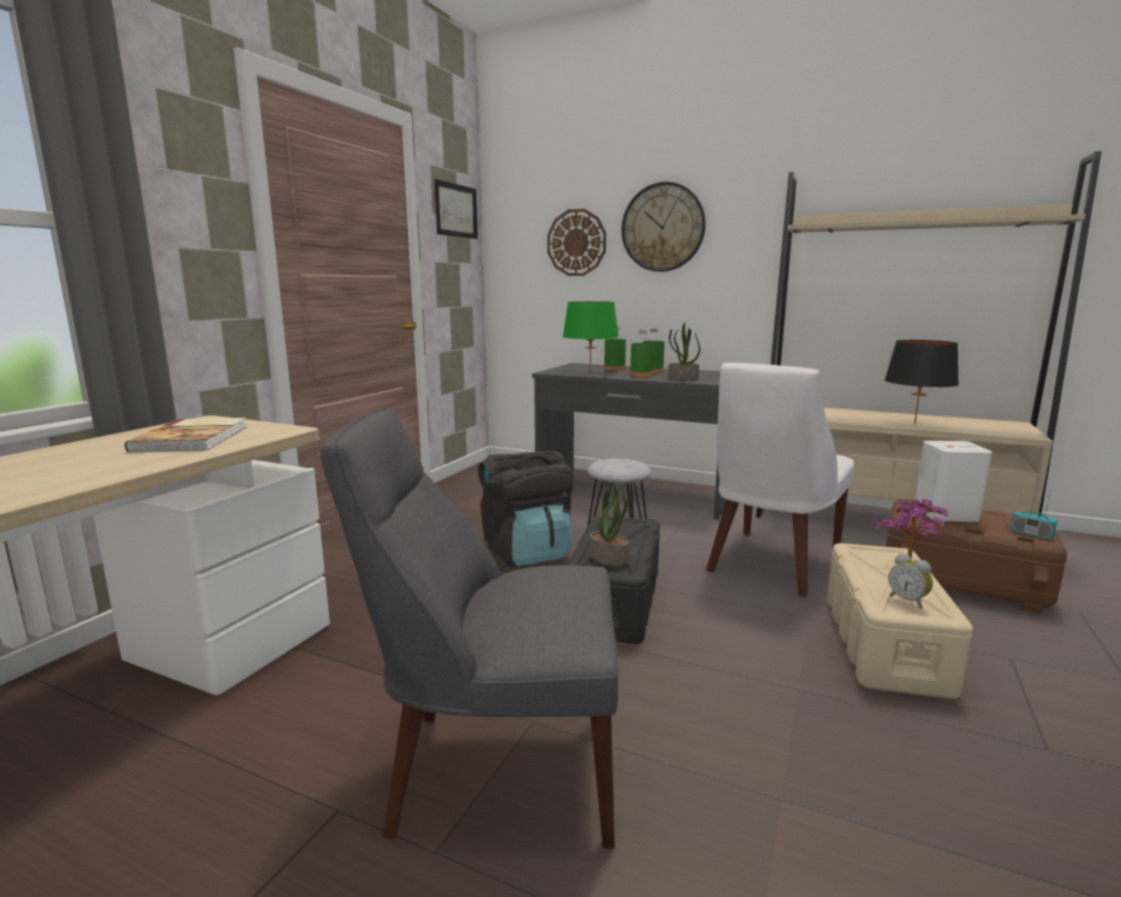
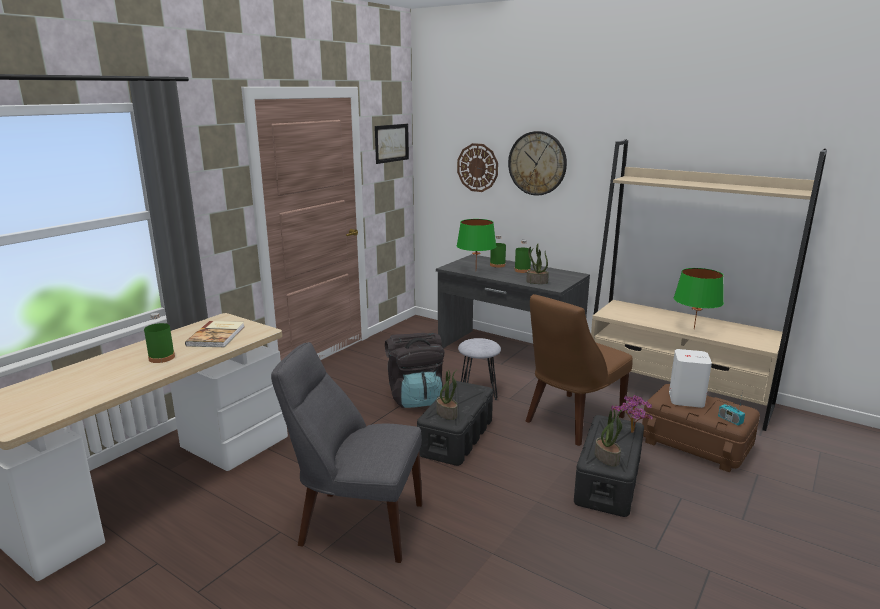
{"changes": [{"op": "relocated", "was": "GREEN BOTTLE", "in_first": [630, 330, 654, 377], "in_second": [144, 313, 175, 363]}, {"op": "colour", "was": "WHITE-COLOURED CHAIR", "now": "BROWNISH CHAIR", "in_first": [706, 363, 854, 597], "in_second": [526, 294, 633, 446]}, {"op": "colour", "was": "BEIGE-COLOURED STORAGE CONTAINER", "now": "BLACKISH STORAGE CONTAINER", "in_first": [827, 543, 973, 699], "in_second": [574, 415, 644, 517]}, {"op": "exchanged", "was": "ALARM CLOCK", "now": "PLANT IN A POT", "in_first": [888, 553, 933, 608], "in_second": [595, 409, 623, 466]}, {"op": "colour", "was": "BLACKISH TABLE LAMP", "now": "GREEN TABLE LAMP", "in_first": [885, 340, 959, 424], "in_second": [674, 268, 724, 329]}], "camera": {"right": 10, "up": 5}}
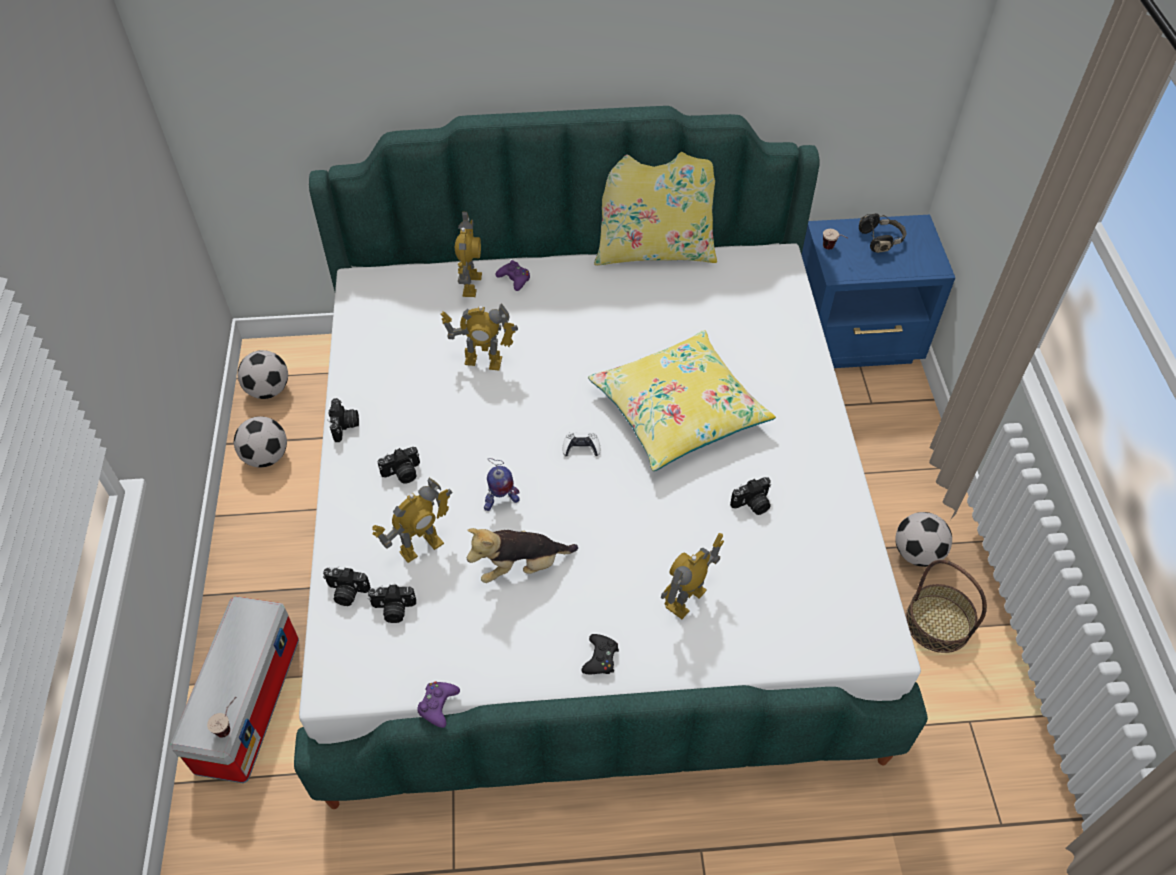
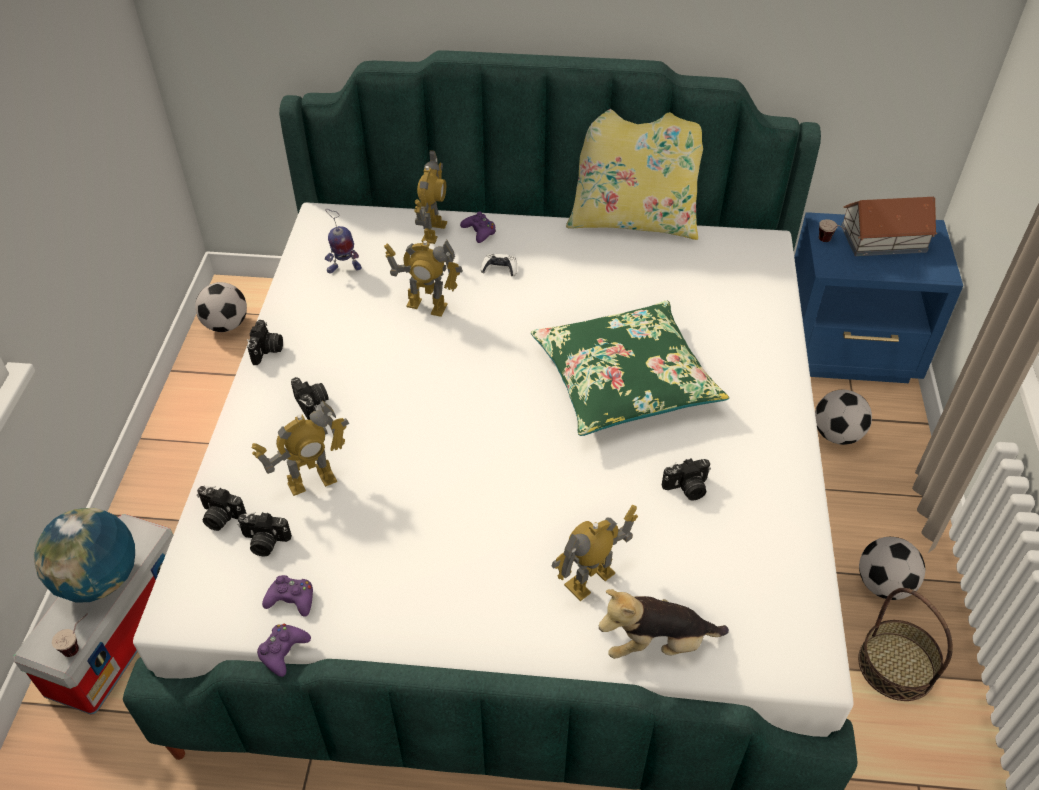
{"changes": [{"op": "appeared", "now": "WORLD GLOBE", "in_second": [34, 508, 135, 603]}, {"op": "appeared", "now": "PURPLE GAME CONTROLLER", "in_second": [262, 575, 313, 617]}, {"op": "spun", "was": "STILL CAMERA", "in_first": [377, 447, 420, 484], "in_second": [291, 377, 329, 420], "clockwise": -105}, {"op": "relocated", "was": "MODEL ROBOT", "in_first": [484, 458, 520, 511], "in_second": [325, 209, 362, 273]}, {"op": "relocated", "was": "WHITE-COLOURED GAME CONTROLLER", "in_first": [563, 432, 600, 456], "in_second": [480, 253, 517, 277]}, {"op": "colour", "was": "YELLOW PILLOW", "now": "GREEN PILLOW", "in_first": [588, 330, 776, 471], "in_second": [531, 301, 729, 436]}, {"op": "relocated", "was": "PLUSH TOY", "in_first": [467, 528, 578, 583], "in_second": [599, 589, 729, 659]}, {"op": "relocated", "was": "FOOTBALL BALL", "in_first": [234, 416, 287, 467], "in_second": [815, 389, 872, 445]}, {"op": "exchanged", "was": "BLACKISH HEADPHONES", "now": "MINIATURE HOUSE", "in_first": [859, 213, 906, 253], "in_second": [841, 197, 937, 256]}, {"op": "missing", "was": "BLACKISH GAME CONTROLLER", "in_first": [581, 634, 619, 674]}], "camera": {"right": 10, "up": -5}}
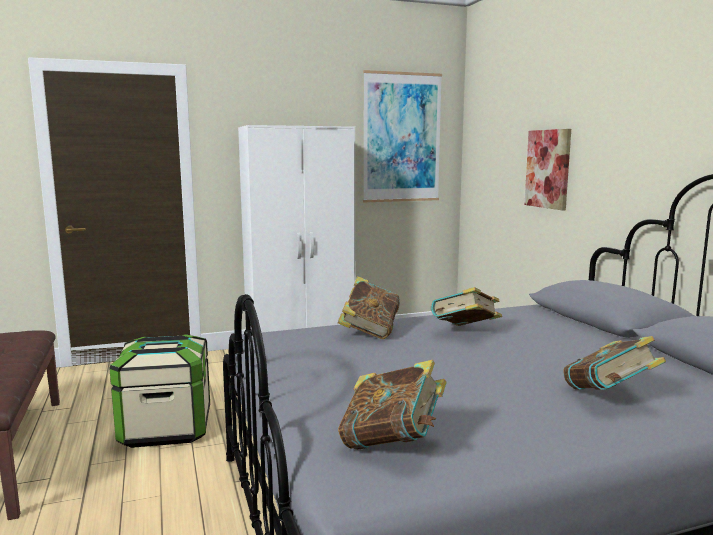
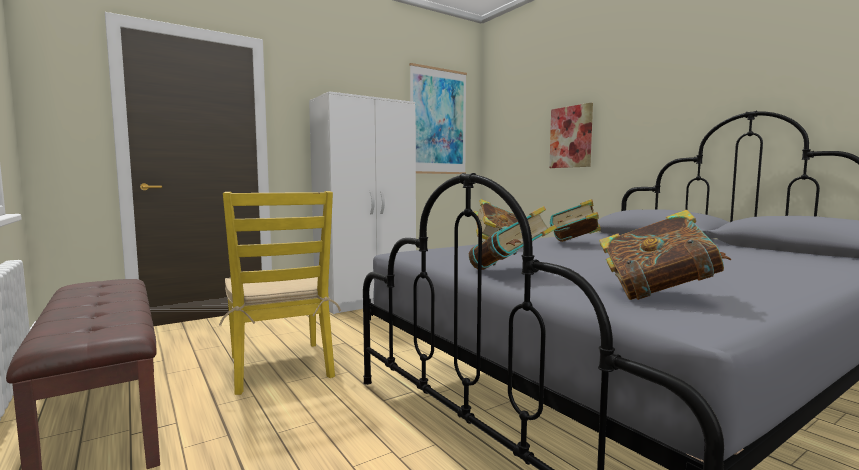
{"changes": [{"op": "exchanged", "was": "STORAGE CONTAINER", "now": "YELLOW CHAIR", "in_first": [109, 334, 210, 448], "in_second": [219, 191, 341, 395]}, {"op": "relocated", "was": "BOOK", "in_first": [564, 336, 666, 390], "in_second": [469, 206, 557, 270]}], "camera": {"right": -15, "up": -5}}
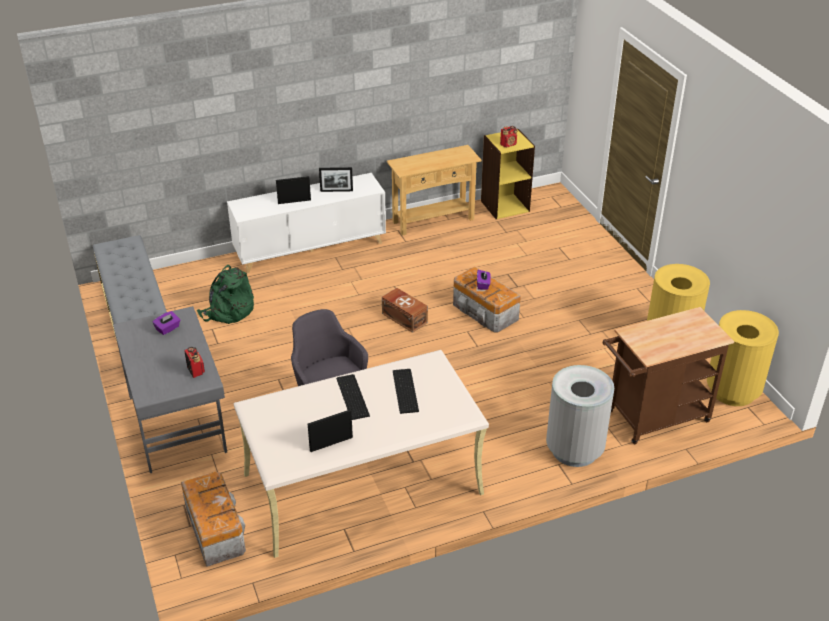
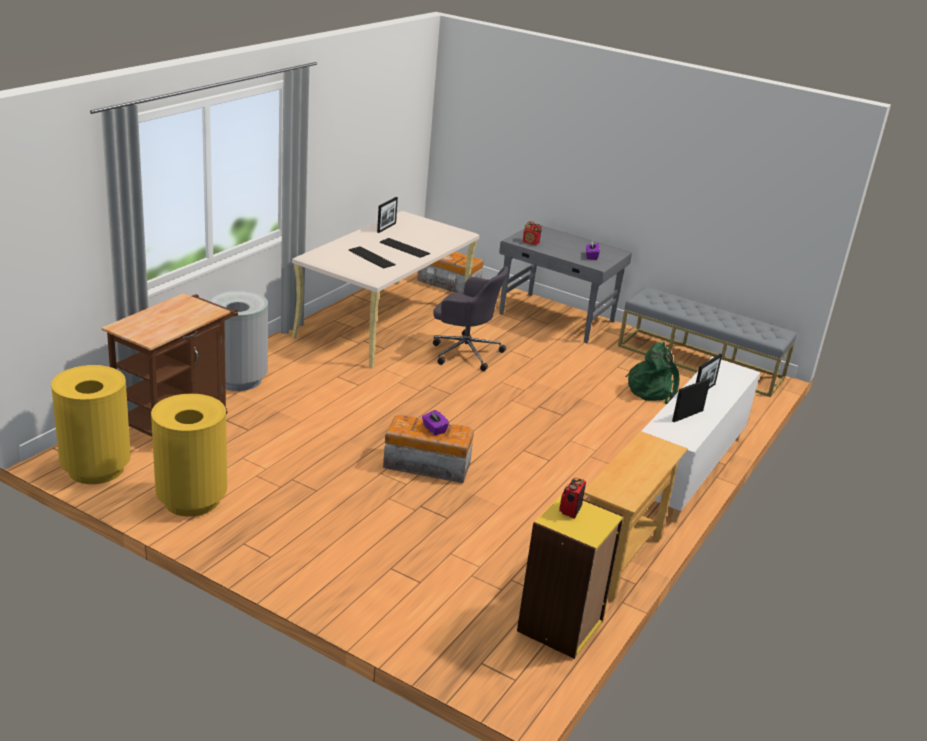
{"changes": [{"op": "missing", "was": "BROWNISH STORAGE CONTAINER", "in_first": [382, 288, 428, 333]}], "camera": {"right": 140, "up": -10}}
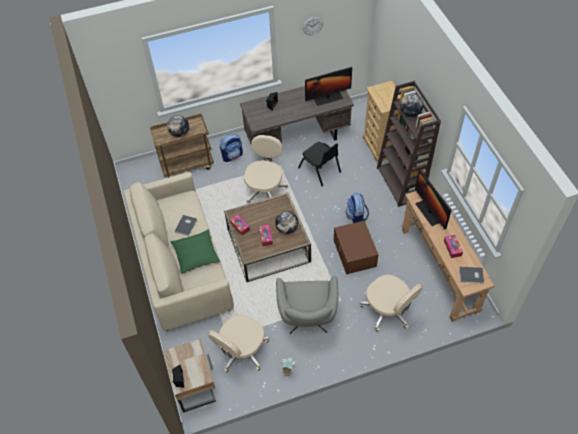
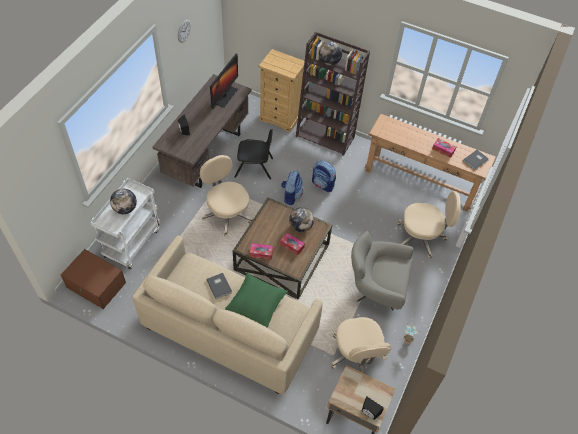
{"changes": [{"op": "relocated", "was": "BROWNISH STORAGE CONTAINER", "in_first": [334, 221, 378, 274], "in_second": [61, 249, 126, 309]}, {"op": "colour", "was": "BROWNISH WHEELED CART", "now": "WHITE-COLOURED WHEELED CART", "in_first": [150, 114, 214, 178], "in_second": [90, 178, 160, 269]}, {"op": "relocated", "was": "BACKPACK", "in_first": [220, 134, 243, 162], "in_second": [281, 171, 303, 205]}, {"op": "spun", "was": "GREYISH LOUNGE CHAIR", "in_first": [276, 276, 338, 334], "in_second": [351, 231, 413, 311], "clockwise": 150}, {"op": "missing", "was": "COMPUTER SCREEN", "in_first": [415, 169, 452, 229]}], "camera": {"right": -50, "up": 0}}
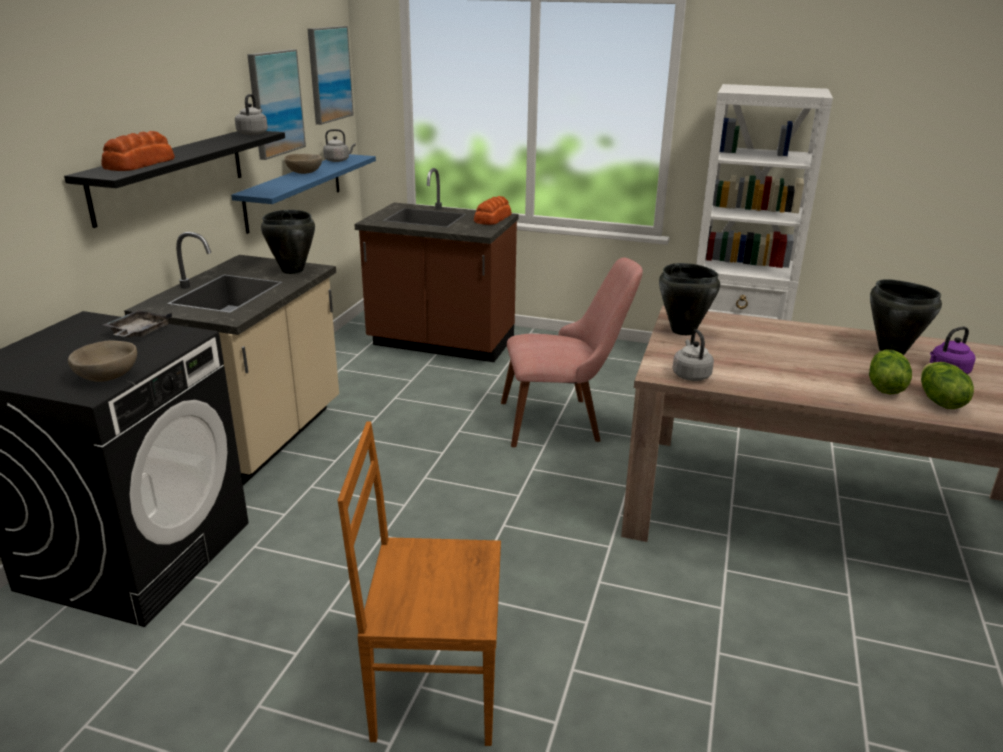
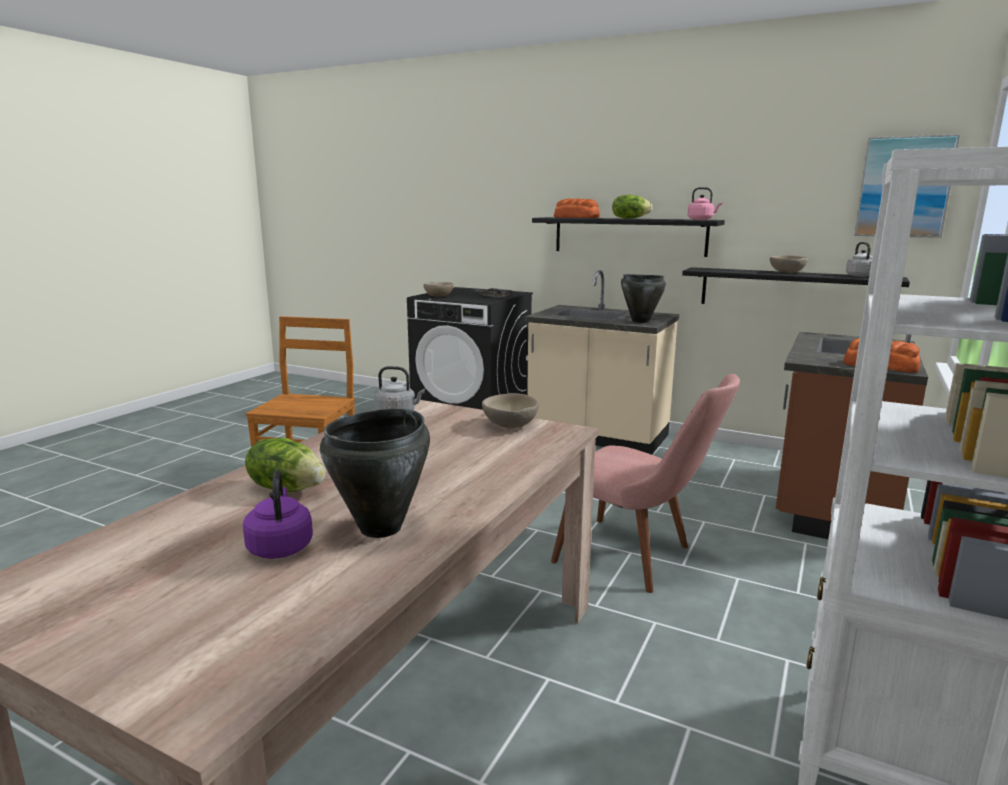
{"changes": [{"op": "exchanged", "was": "BLACKISH SAUCEPOT", "now": "BEIGE-COLOURED DEEP DISH", "in_first": [659, 263, 720, 335], "in_second": [482, 393, 539, 428]}, {"op": "spun", "was": "PINK CHAIR", "in_first": [501, 258, 643, 447], "in_second": [551, 374, 740, 593], "clockwise": -60}, {"op": "relocated", "was": "HEAD OF LETTUCE", "in_first": [921, 362, 974, 409], "in_second": [612, 195, 653, 219]}, {"op": "colour", "was": "BLUISH SHELF", "now": "BLACKISH SHELF", "in_first": [231, 154, 376, 234], "in_second": [682, 267, 910, 304]}, {"op": "colour", "was": "GREYISH TEA KETTLE", "now": "PINK TEA KETTLE", "in_first": [235, 94, 268, 135], "in_second": [688, 187, 722, 220]}, {"op": "missing", "was": "WALL PICTURE", "in_first": [247, 49, 306, 160]}], "camera": {"right": 100, "up": -10}}
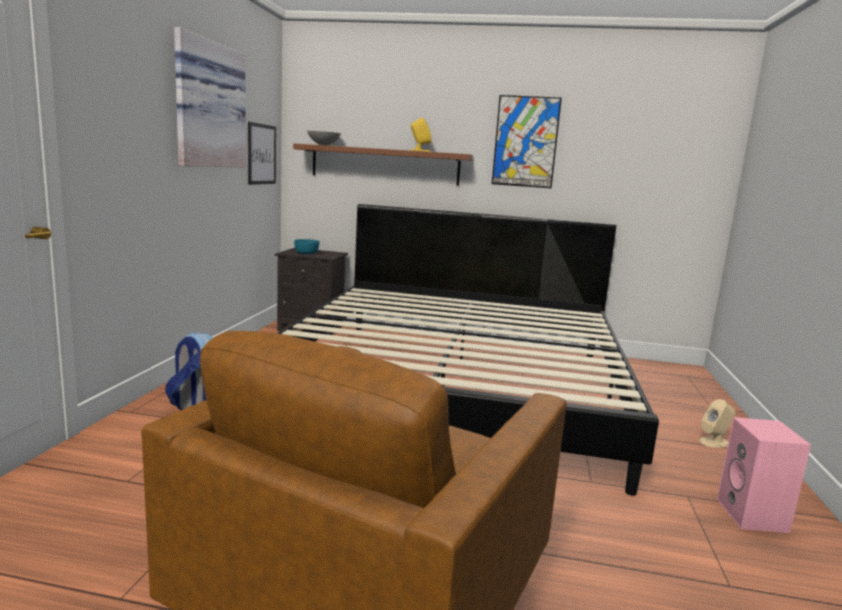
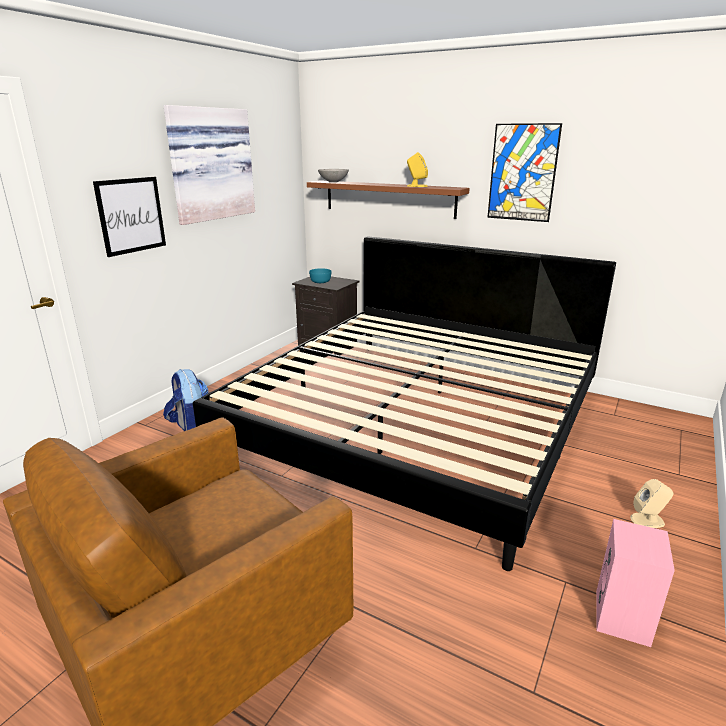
{"changes": [{"op": "relocated", "was": "WALL PICTURE", "in_first": [248, 122, 276, 185], "in_second": [93, 177, 166, 257]}], "camera": {"right": 20, "up": 10}}
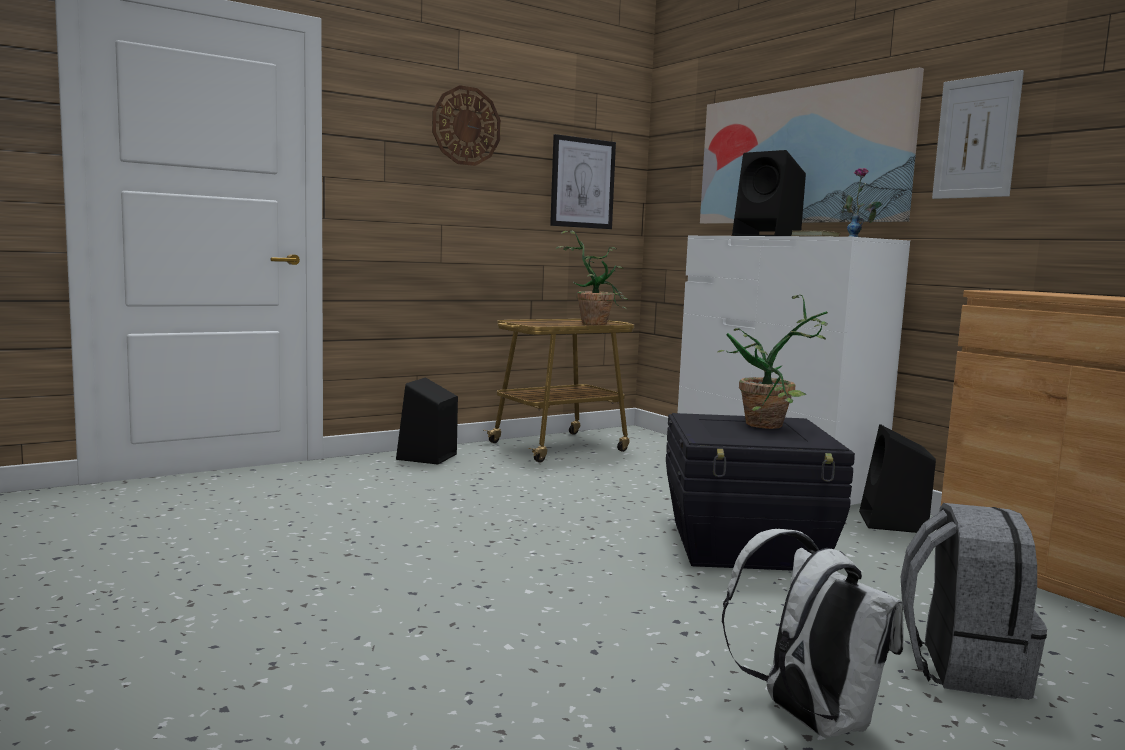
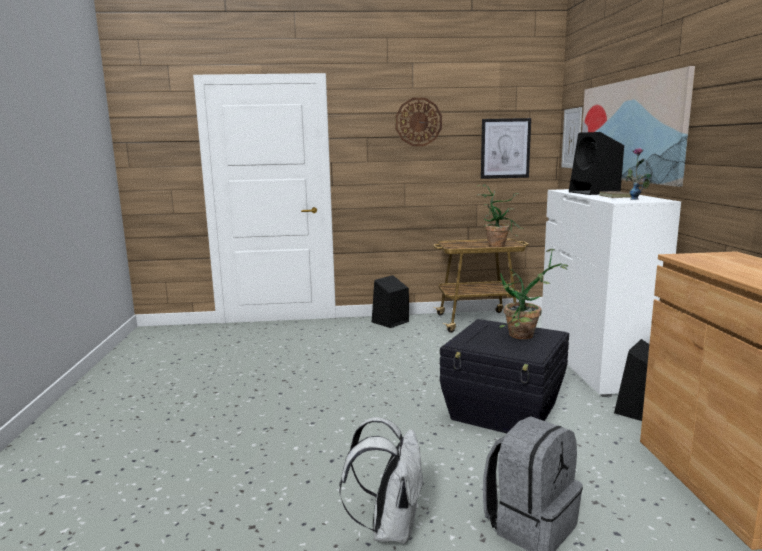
{"changes": [{"op": "relocated", "was": "WALL PICTURE", "in_first": [932, 70, 1024, 199], "in_second": [561, 107, 582, 168]}], "camera": {"right": 30, "up": 5}}
